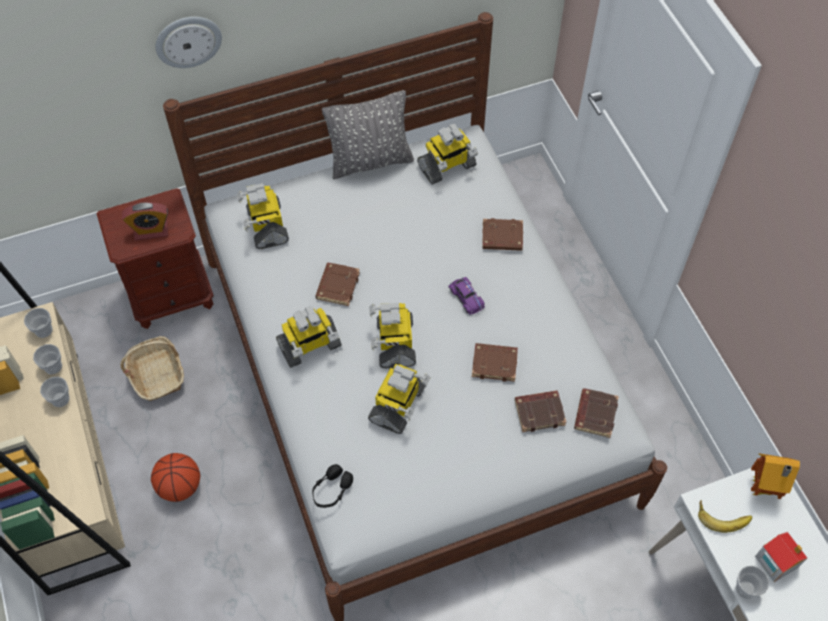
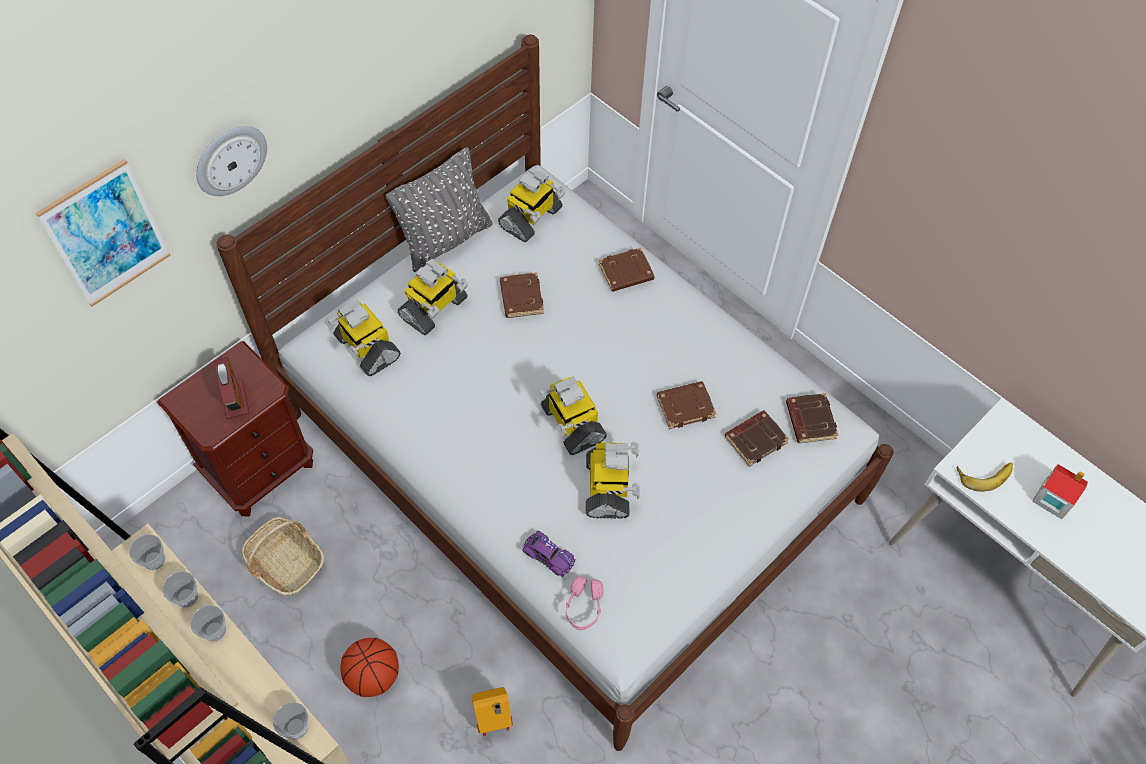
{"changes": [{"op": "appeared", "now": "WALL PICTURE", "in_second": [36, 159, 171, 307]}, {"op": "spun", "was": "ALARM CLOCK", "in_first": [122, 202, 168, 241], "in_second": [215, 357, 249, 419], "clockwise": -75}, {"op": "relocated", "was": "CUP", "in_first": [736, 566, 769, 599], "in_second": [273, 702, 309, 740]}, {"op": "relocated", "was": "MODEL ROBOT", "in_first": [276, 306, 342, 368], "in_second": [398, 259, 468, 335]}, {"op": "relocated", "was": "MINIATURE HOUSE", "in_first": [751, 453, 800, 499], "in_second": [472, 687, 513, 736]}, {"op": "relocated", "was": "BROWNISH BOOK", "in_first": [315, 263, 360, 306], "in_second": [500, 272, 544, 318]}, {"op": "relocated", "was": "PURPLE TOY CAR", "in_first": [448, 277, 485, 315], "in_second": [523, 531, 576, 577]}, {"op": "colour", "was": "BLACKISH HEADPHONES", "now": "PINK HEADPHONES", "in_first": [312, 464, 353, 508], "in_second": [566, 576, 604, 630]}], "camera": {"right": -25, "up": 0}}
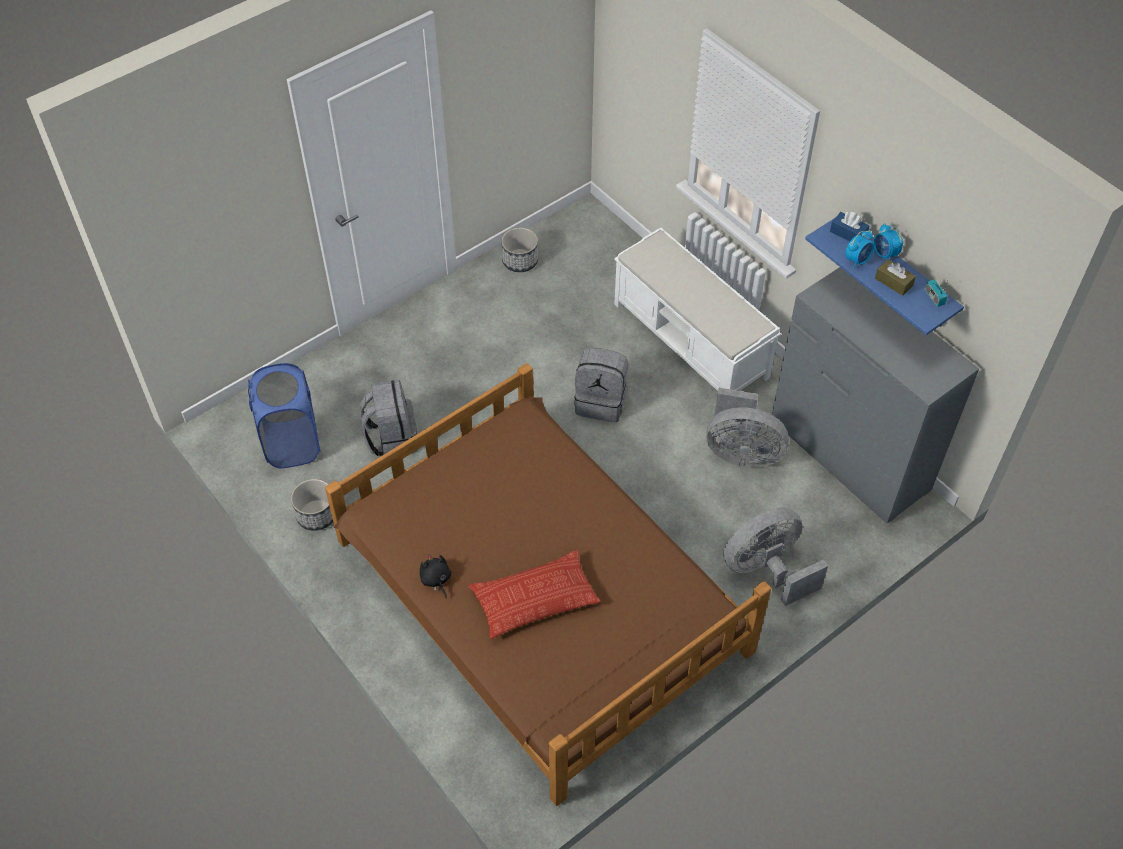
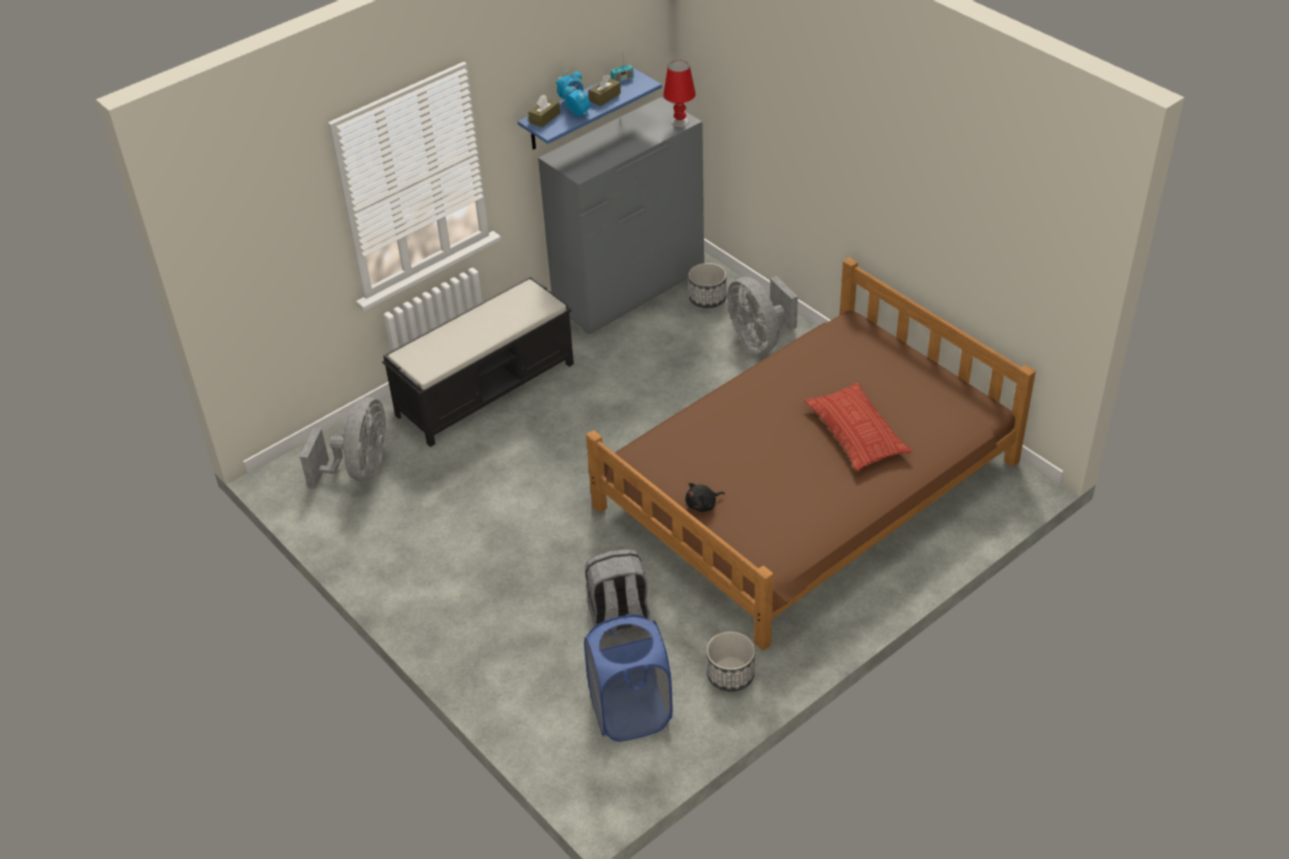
{"changes": [{"op": "relocated", "was": "GREYISH COOLING FAN", "in_first": [706, 388, 789, 467], "in_second": [300, 397, 388, 489]}, {"op": "colour", "was": "WHITE-COLOURED BENCH", "now": "BLACKISH BENCH", "in_first": [614, 227, 781, 391], "in_second": [382, 276, 574, 447]}, {"op": "colour", "was": "BLUISH TISSUE BOX", "now": "BROWNISH TISSUE BOX", "in_first": [830, 212, 869, 241], "in_second": [528, 95, 560, 127]}, {"op": "appeared", "now": "RED-COLOURED TABLE LAMP", "in_second": [663, 60, 696, 127]}, {"op": "relocated", "was": "BLACKISH PLUSH TOY", "in_first": [420, 554, 451, 598], "in_second": [685, 483, 725, 512]}, {"op": "relocated", "was": "PLANTER", "in_first": [501, 227, 538, 272], "in_second": [688, 263, 727, 308]}, {"op": "missing", "was": "GREYISH BACKPACK", "in_first": [574, 348, 628, 422]}], "camera": {"right": -90, "up": -10}}
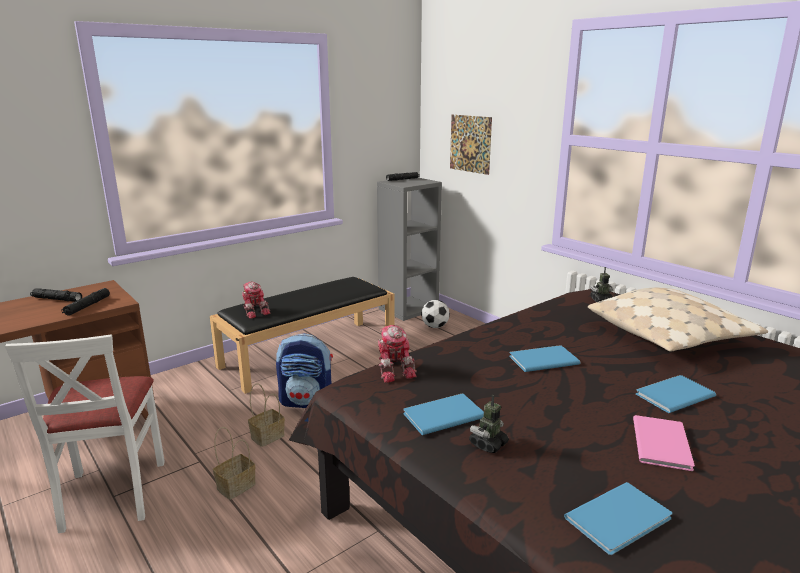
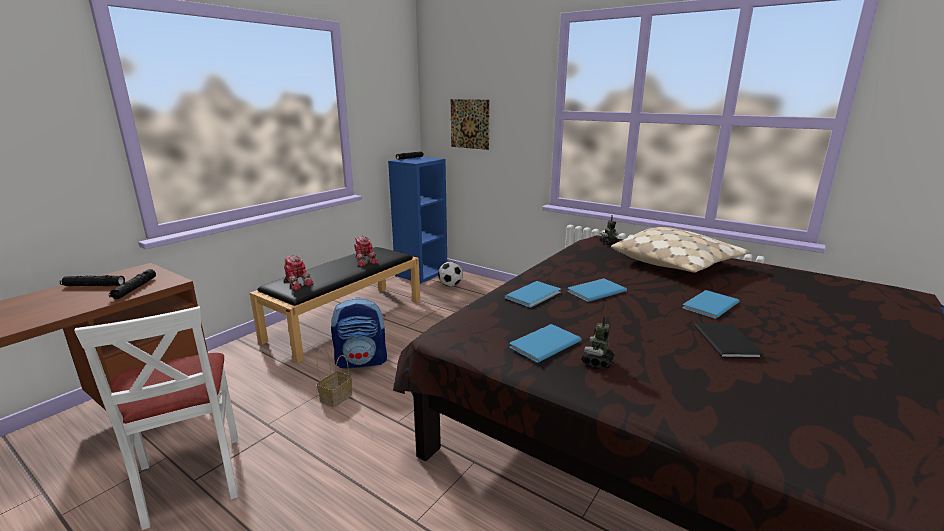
{"changes": [{"op": "relocated", "was": "MODEL ROBOT", "in_first": [378, 325, 417, 383], "in_second": [354, 236, 378, 267]}, {"op": "colour", "was": "GREYISH SHELVING UNIT", "now": "BLUISH SHELVING UNIT", "in_first": [377, 178, 442, 321], "in_second": [388, 157, 447, 283]}, {"op": "relocated", "was": "BLUISH BOOK", "in_first": [564, 482, 672, 555], "in_second": [504, 281, 561, 307]}, {"op": "colour", "was": "PINK BOOK", "now": "BLACKISH BOOK", "in_first": [633, 415, 695, 471], "in_second": [694, 323, 764, 359]}, {"op": "missing", "was": "BASKET", "in_first": [213, 427, 256, 500]}], "camera": {"right": -15, "up": 0}}
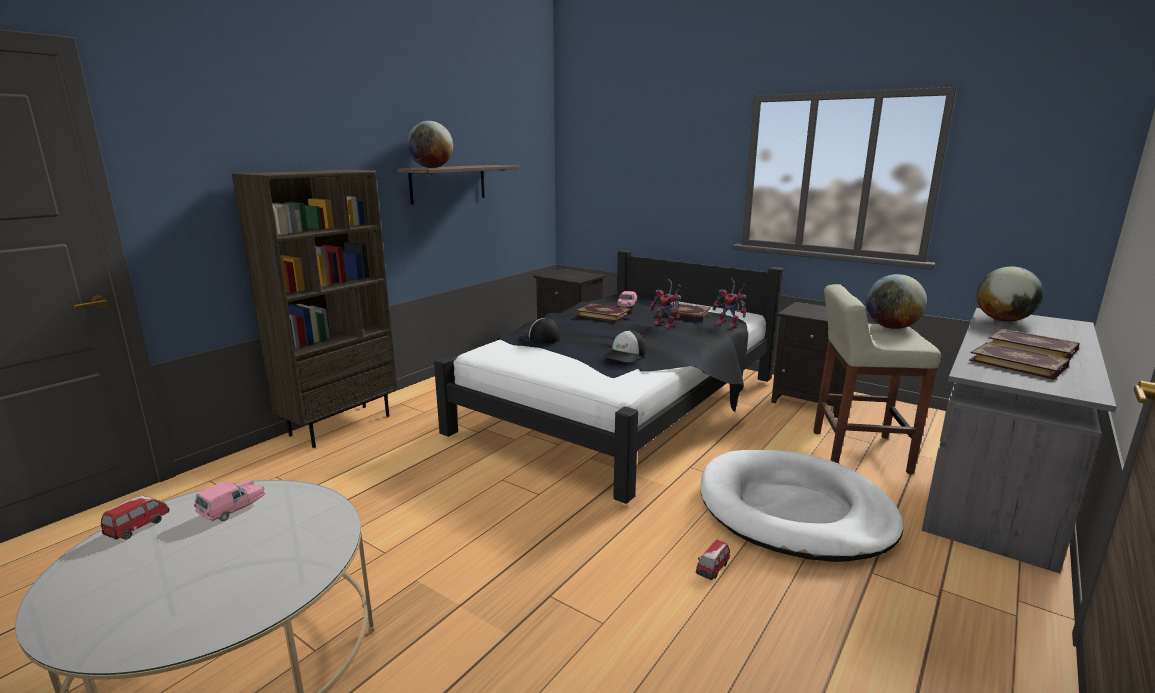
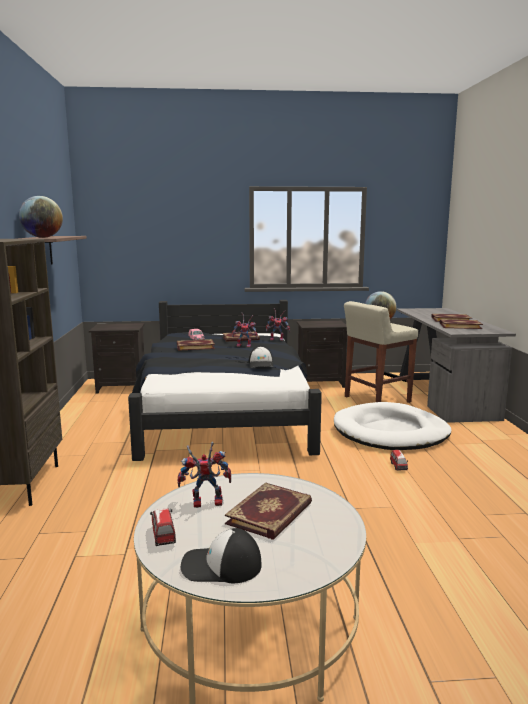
{"changes": [{"op": "exchanged", "was": "PINK TOY CAR", "now": "MODEL ROBOT", "in_first": [194, 480, 265, 521], "in_second": [178, 442, 231, 508]}, {"op": "relocated", "was": "BASEBALL CAP", "in_first": [518, 318, 560, 344], "in_second": [181, 528, 262, 583]}, {"op": "appeared", "now": "BOOK", "in_second": [225, 482, 312, 540]}, {"op": "missing", "was": "WORLD GLOBE", "in_first": [977, 267, 1043, 322]}], "camera": {"right": -40, "up": -5}}
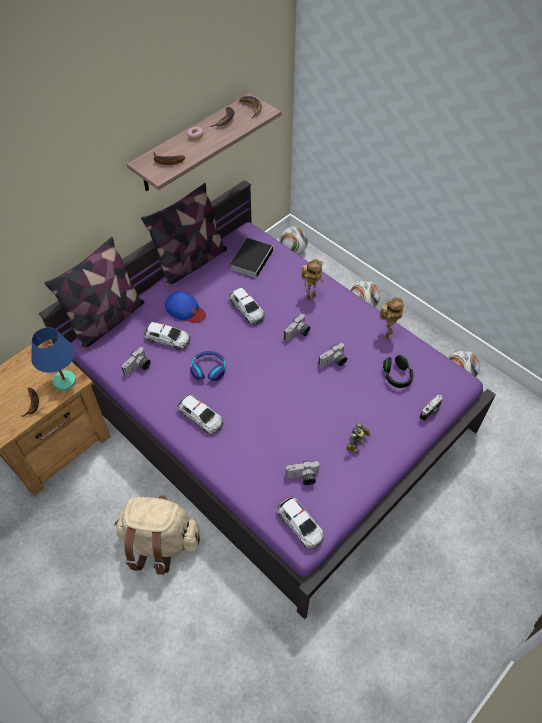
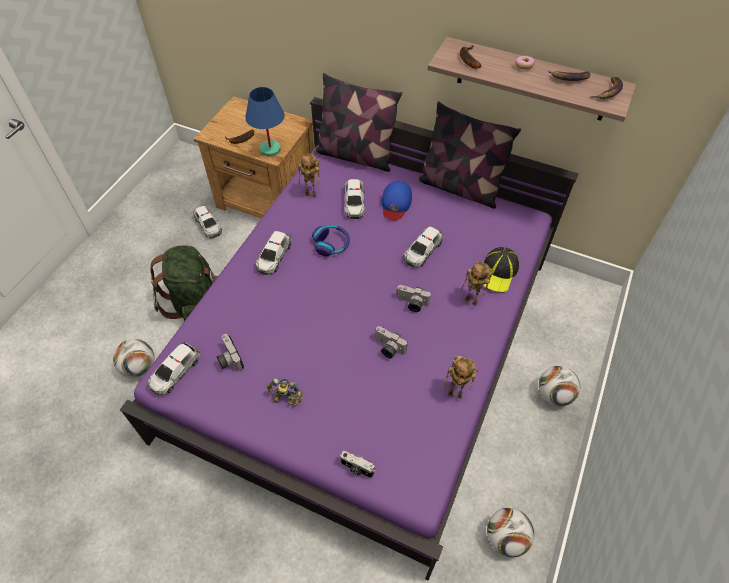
{"changes": [{"op": "relocated", "was": "FOOTBALL BALL", "in_first": [279, 227, 308, 255], "in_second": [113, 339, 154, 378]}, {"op": "colour", "was": "BEIGE-COLOURED BACKPACK", "now": "GREEN BACKPACK", "in_first": [114, 495, 200, 575], "in_second": [150, 245, 218, 321]}, {"op": "appeared", "now": "TOY CAR", "in_second": [193, 206, 222, 238]}, {"op": "exchanged", "was": "STILL CAMERA", "now": "MODEL ROBOT", "in_first": [122, 347, 151, 377], "in_second": [298, 154, 320, 198]}, {"op": "appeared", "now": "BASEBALL CAP", "in_second": [483, 247, 519, 292]}, {"op": "missing", "was": "BOOK", "in_first": [230, 238, 274, 278]}, {"op": "missing", "was": "BLACKISH HEADPHONES", "in_first": [383, 355, 414, 388]}], "camera": {"right": 70, "up": 0}}
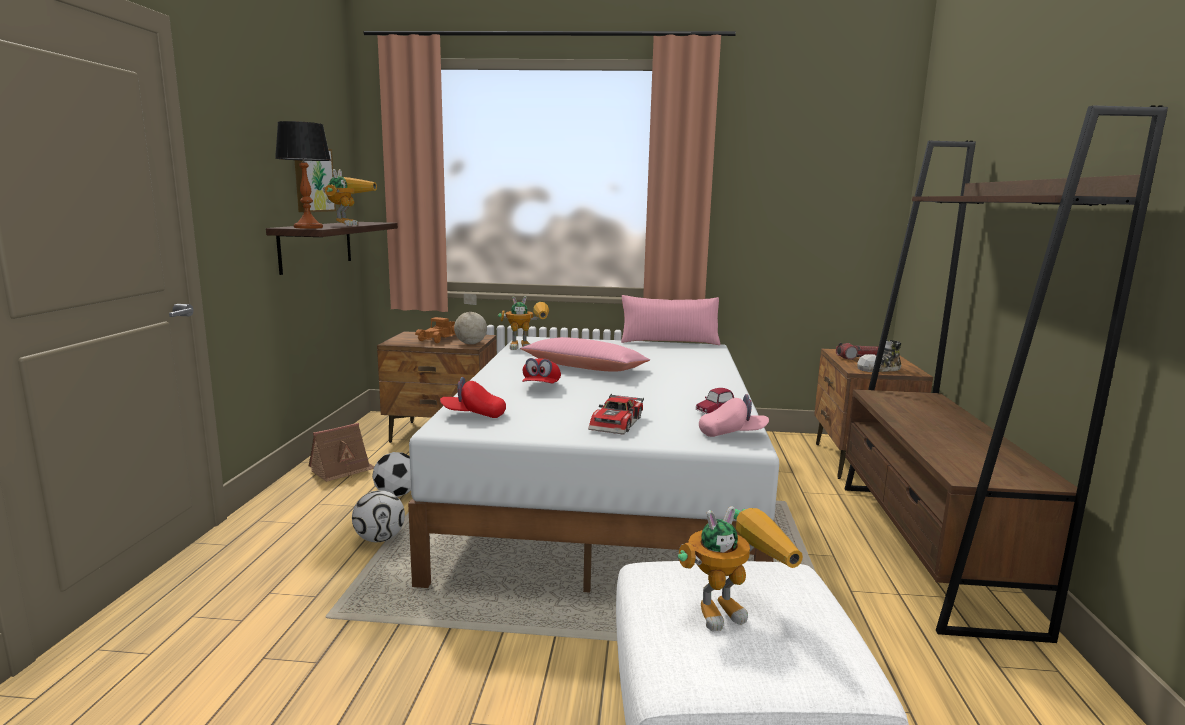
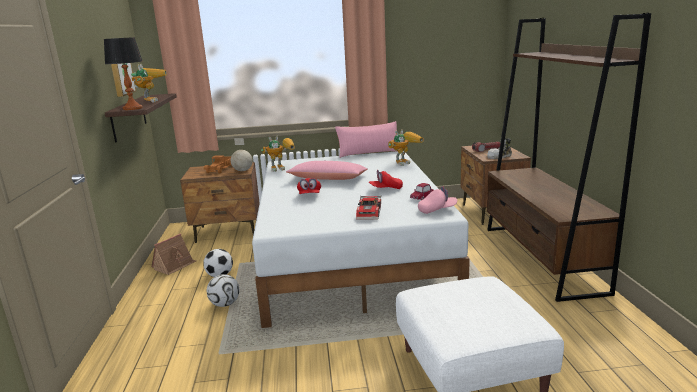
{"changes": [{"op": "relocated", "was": "RED-COLOURED BASEBALL CAP", "in_first": [440, 377, 506, 418], "in_second": [369, 170, 403, 189]}, {"op": "relocated", "was": "MODEL ROBOT", "in_first": [678, 506, 803, 631], "in_second": [388, 129, 424, 166]}], "camera": {"right": -10, "up": 5}}
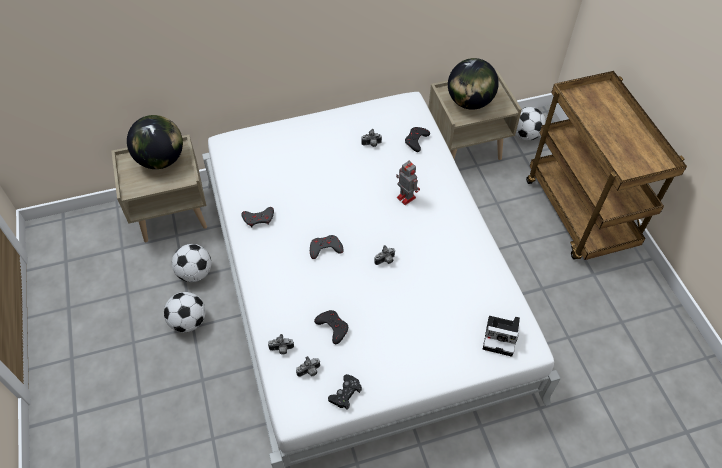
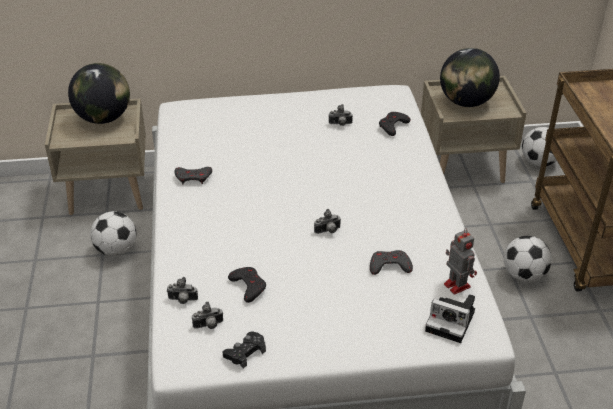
{"changes": [{"op": "relocated", "was": "GREYISH GAME CONTROLLER", "in_first": [310, 235, 344, 259], "in_second": [370, 250, 413, 275]}, {"op": "relocated", "was": "MODEL ROBOT", "in_first": [396, 160, 420, 205], "in_second": [444, 228, 477, 295]}, {"op": "relocated", "was": "FOOTBALL BALL", "in_first": [164, 292, 205, 333], "in_second": [504, 236, 552, 282]}], "camera": {"right": 10, "up": -15}}
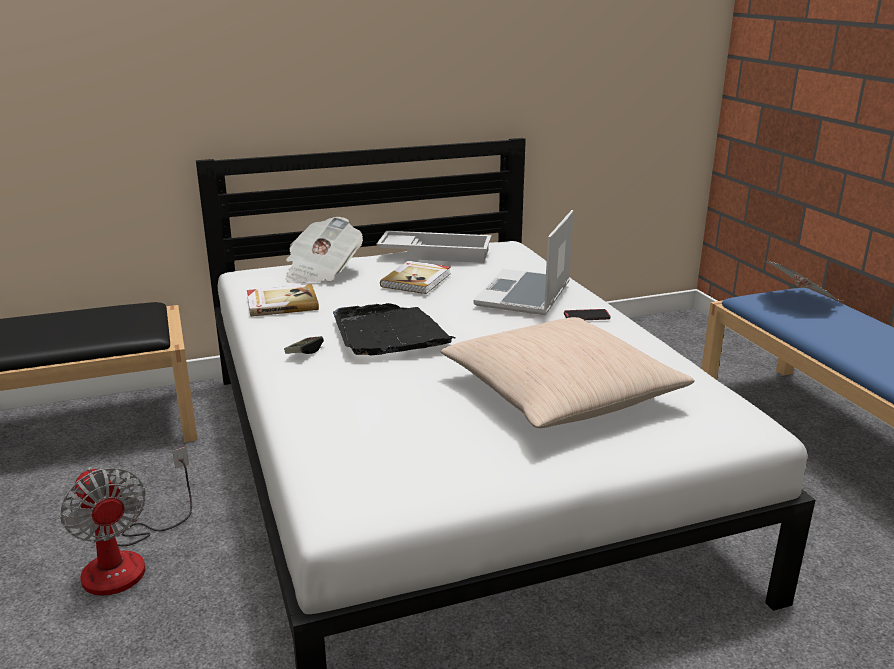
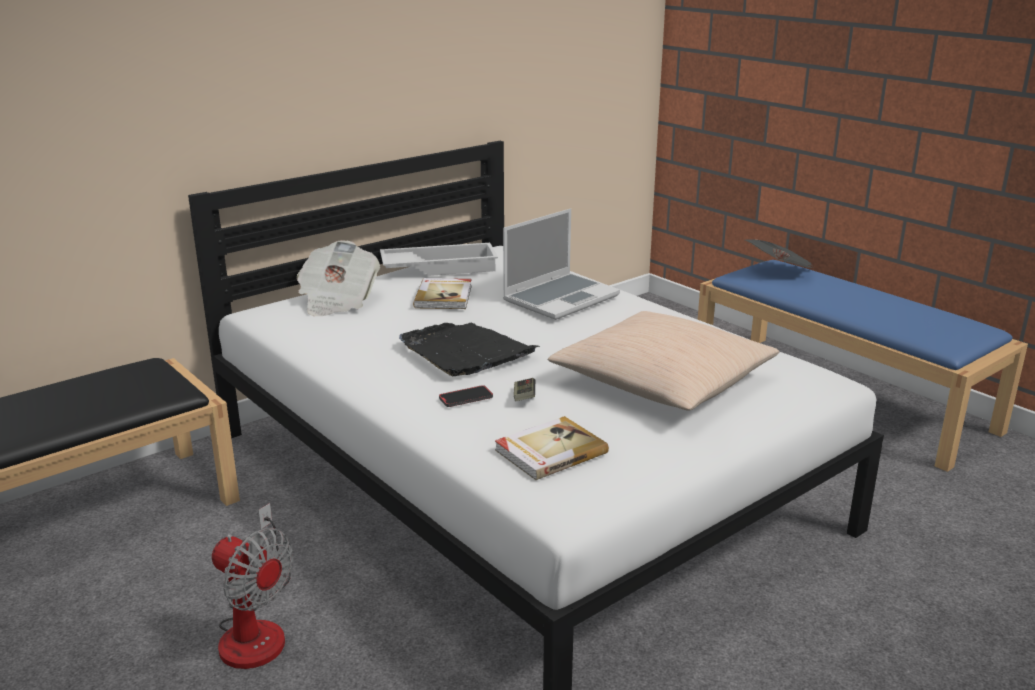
{"changes": [{"op": "relocated", "was": "TELEPHONE", "in_first": [564, 309, 610, 320], "in_second": [439, 385, 493, 407]}, {"op": "relocated", "was": "BOOK", "in_first": [247, 284, 319, 317], "in_second": [495, 416, 609, 480]}, {"op": "spun", "was": "NOTEBOOK COMPUTER", "in_first": [473, 210, 574, 315], "in_second": [503, 208, 620, 320], "clockwise": -135}, {"op": "relocated", "was": "GAME CONTROLLER", "in_first": [284, 336, 324, 354], "in_second": [514, 378, 535, 401]}], "camera": {"right": -20, "up": 0}}
